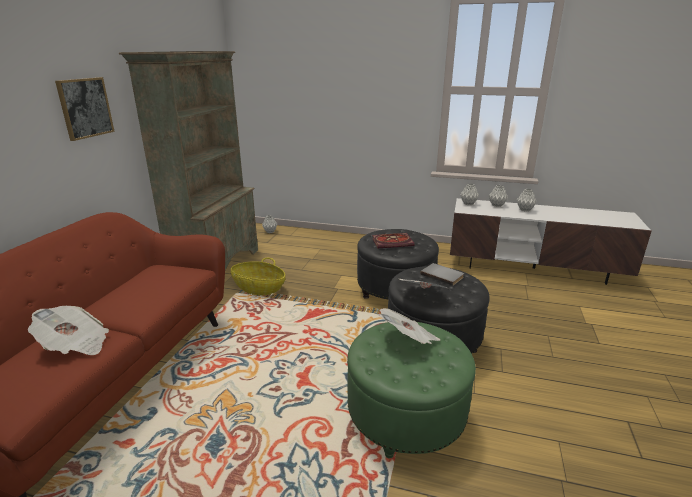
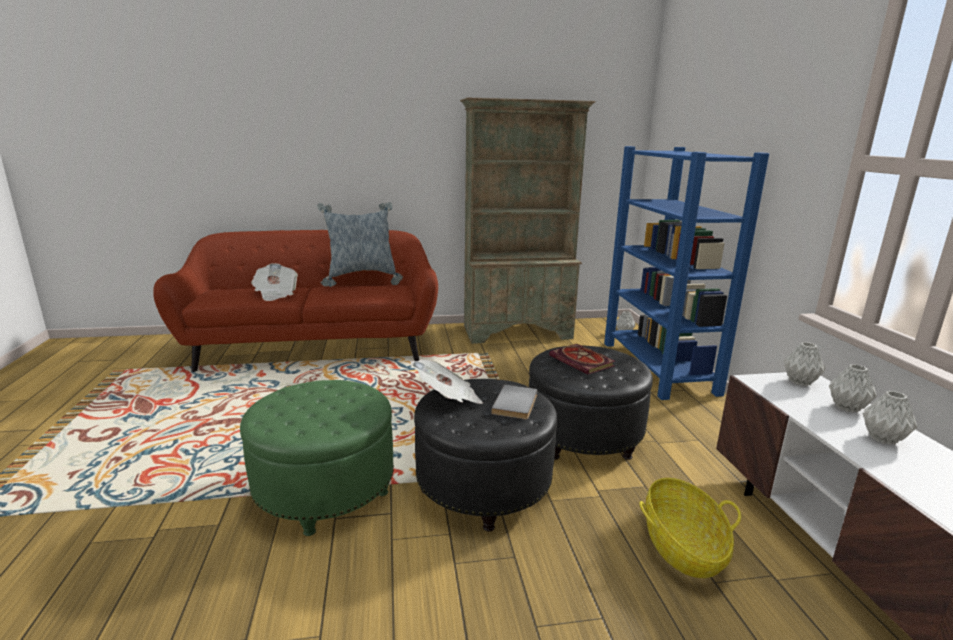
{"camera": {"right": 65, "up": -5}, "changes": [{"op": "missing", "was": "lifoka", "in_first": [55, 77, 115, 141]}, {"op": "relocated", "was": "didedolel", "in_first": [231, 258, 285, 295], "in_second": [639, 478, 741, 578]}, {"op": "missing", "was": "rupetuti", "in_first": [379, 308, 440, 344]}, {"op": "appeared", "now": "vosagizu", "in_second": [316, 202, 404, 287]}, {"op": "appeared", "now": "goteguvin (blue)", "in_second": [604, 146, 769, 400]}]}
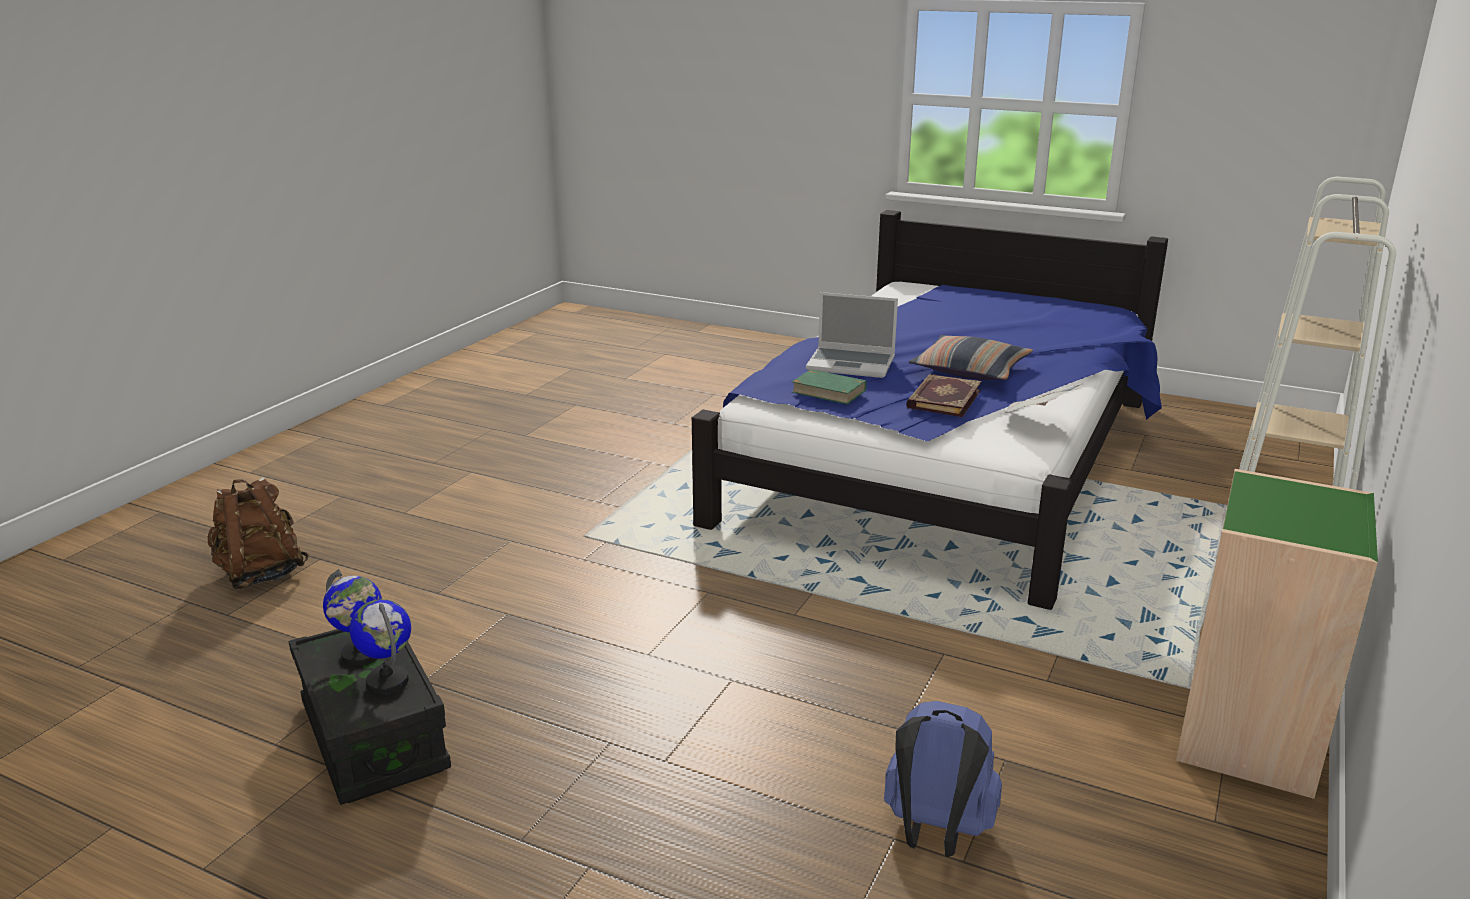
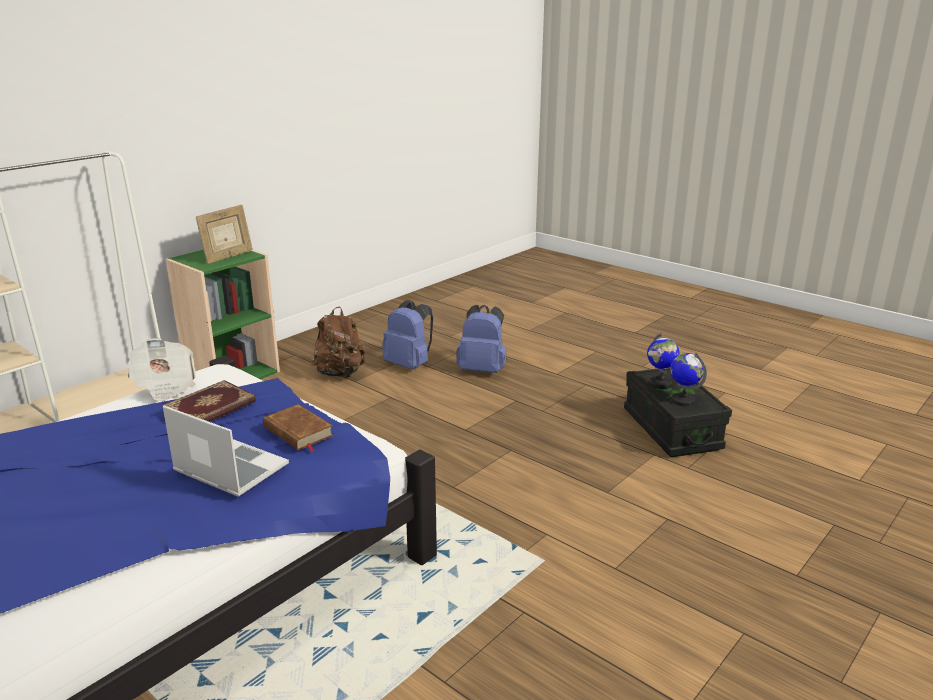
{"camera": {"right": -165, "up": 0}, "changes": [{"op": "relocated", "was": "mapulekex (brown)", "in_first": [208, 477, 309, 589], "in_second": [311, 307, 365, 378]}, {"op": "colour", "was": "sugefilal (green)", "now": "sugefilal (brown)", "in_first": [792, 369, 866, 404], "in_second": [263, 404, 334, 452]}, {"op": "missing", "was": "vosagizu", "in_first": [909, 335, 1033, 380]}, {"op": "appeared", "now": "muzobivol", "in_second": [196, 205, 253, 264]}, {"op": "appeared", "now": "mapulekex (blue)", "in_second": [456, 305, 506, 373]}]}
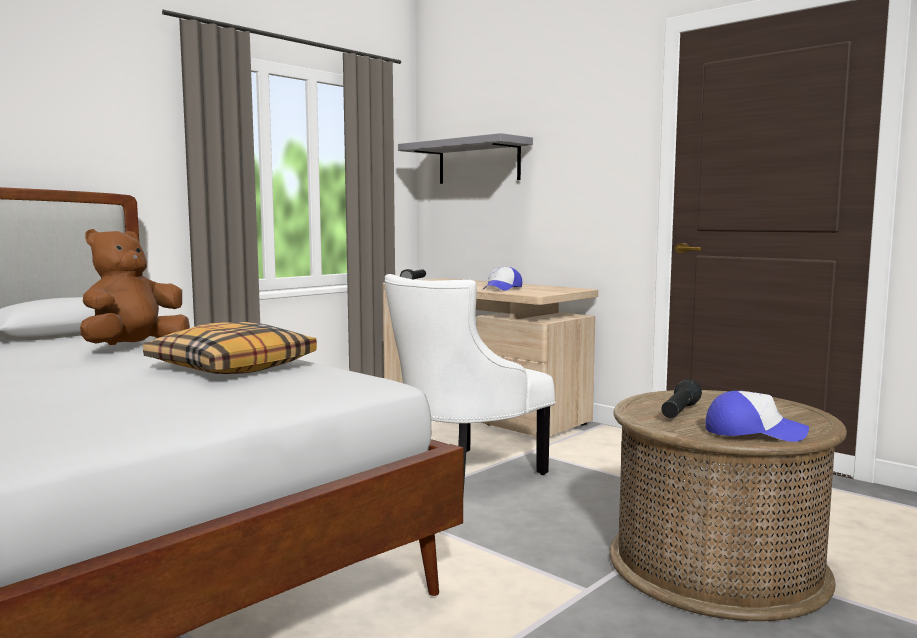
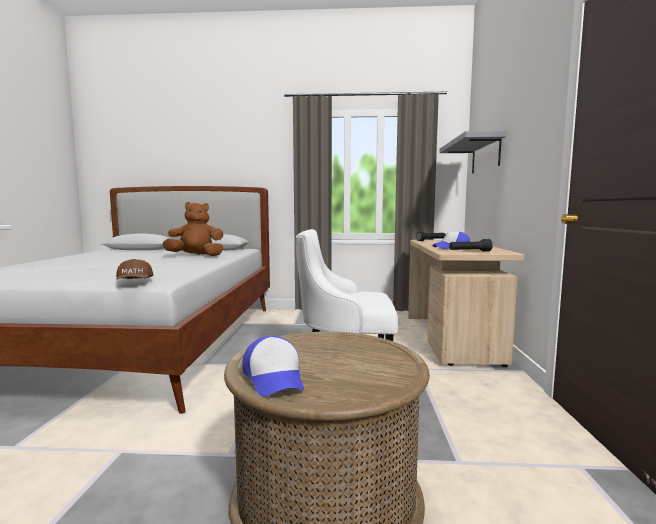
{"camera": {"right": 50, "up": 0}, "changes": [{"op": "missing", "was": "vosagizu", "in_first": [143, 322, 317, 374]}, {"op": "relocated", "was": "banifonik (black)", "in_first": [661, 379, 702, 418], "in_second": [449, 239, 493, 252]}, {"op": "appeared", "now": "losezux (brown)", "in_second": [116, 259, 153, 279]}]}
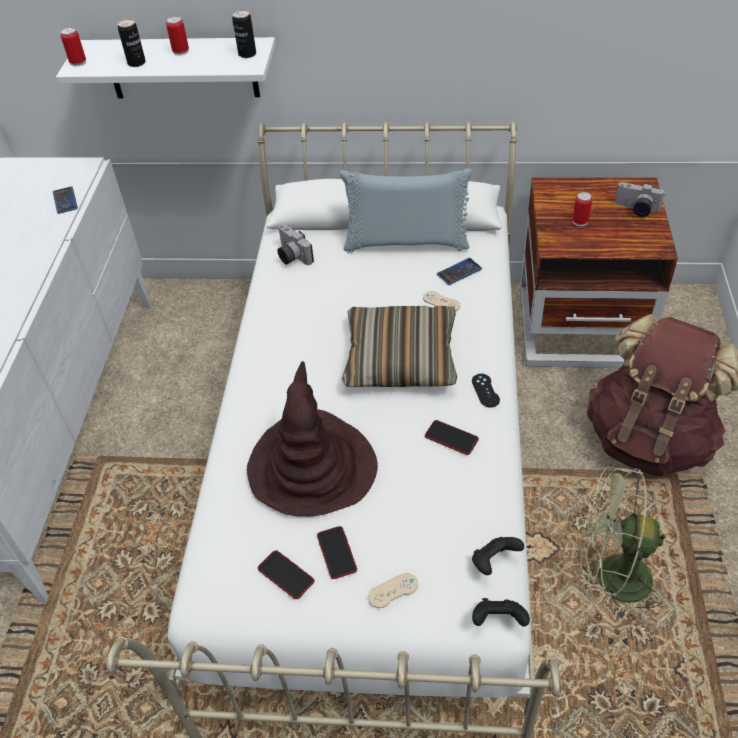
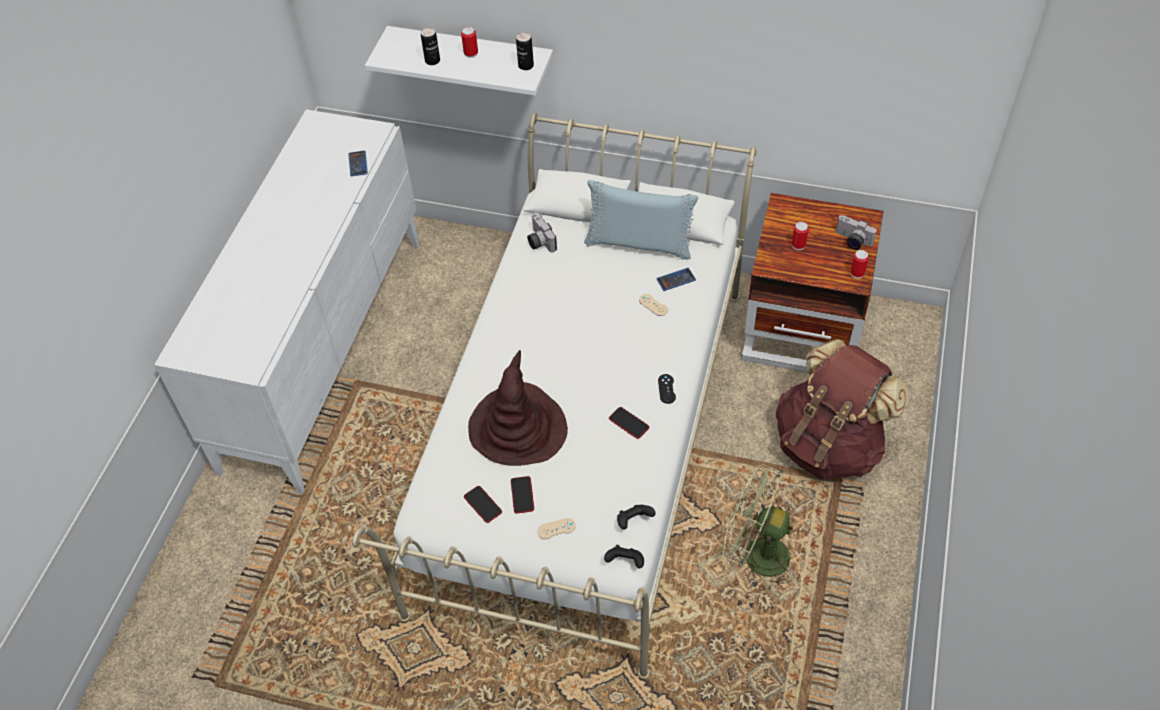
{"camera": {"right": 10, "up": 5}, "changes": [{"op": "relocated", "was": "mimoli", "in_first": [60, 27, 86, 67], "in_second": [850, 250, 869, 279]}, {"op": "missing", "was": "vosagizu", "in_first": [342, 306, 457, 387]}]}
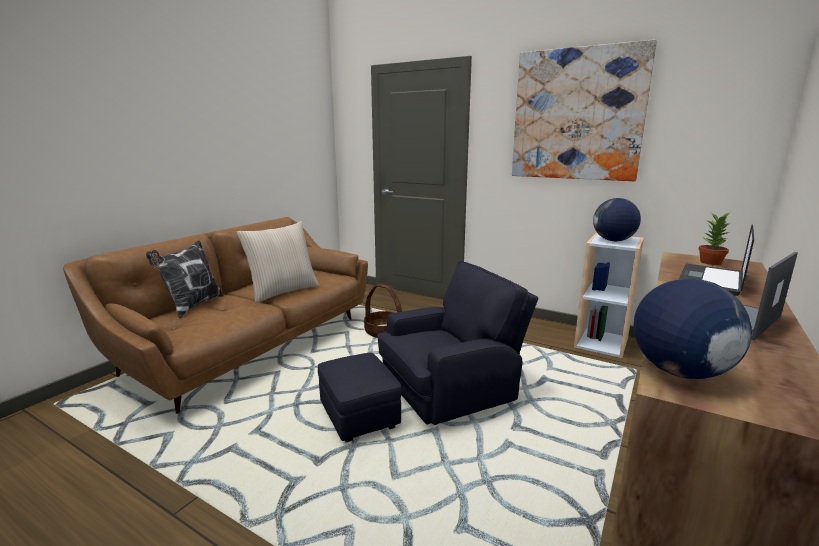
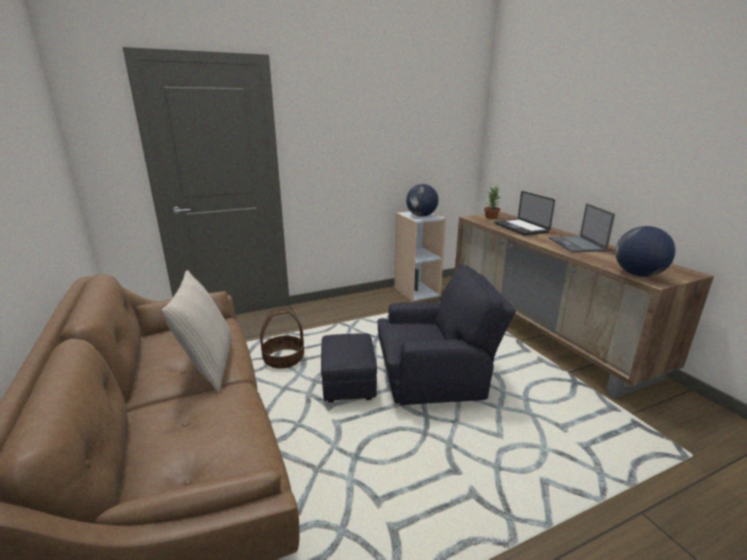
{"camera": {"right": -55, "up": 5}, "changes": [{"op": "missing", "was": "vosagizu", "in_first": [146, 240, 224, 318]}, {"op": "spun", "was": "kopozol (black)", "in_first": [318, 261, 538, 442], "in_second": [321, 264, 516, 405], "clockwise": 75}, {"op": "missing", "was": "lifoka", "in_first": [512, 40, 657, 181]}]}
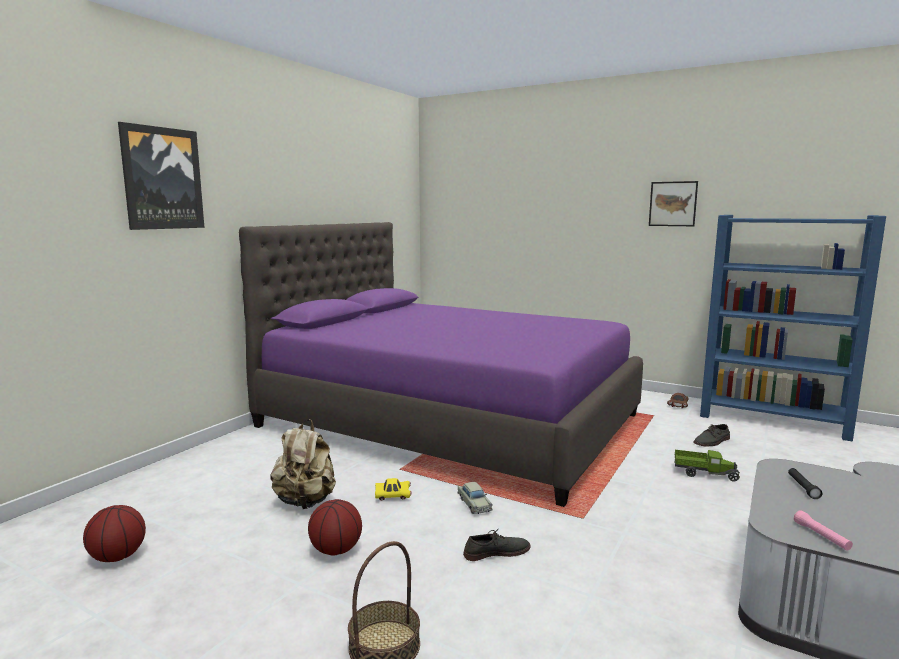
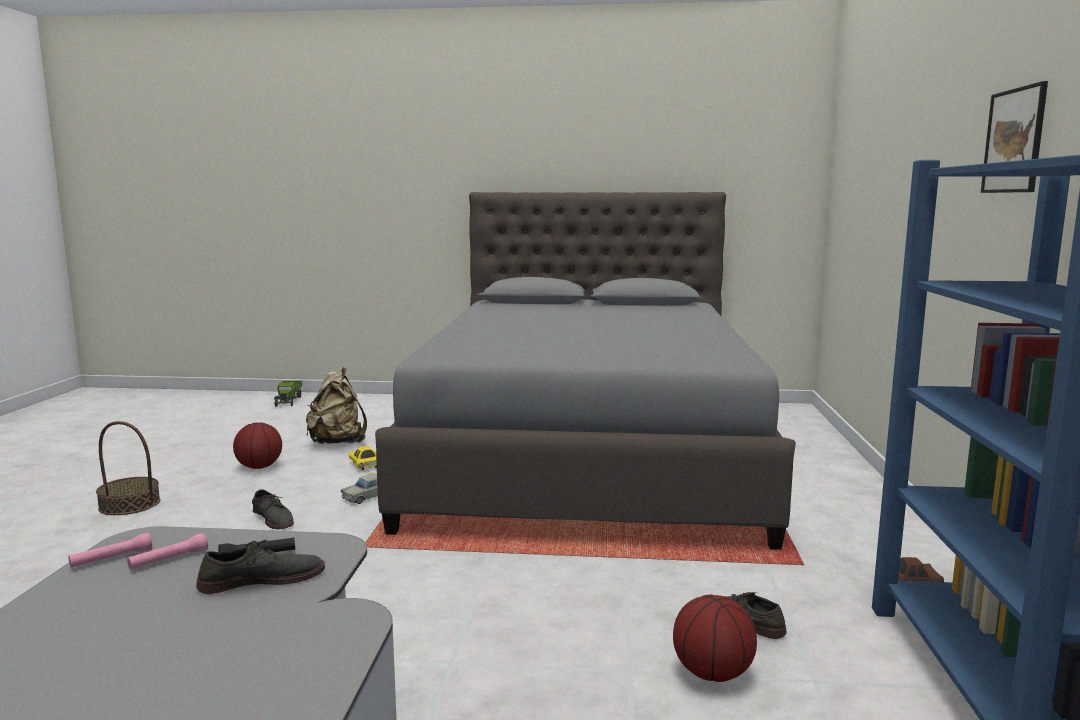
{"camera": {"right": 65, "up": 0}, "changes": [{"op": "relocated", "was": "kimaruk", "in_first": [83, 505, 146, 562], "in_second": [673, 595, 757, 682]}, {"op": "missing", "was": "lifoka", "in_first": [118, 122, 205, 230]}, {"op": "colour", "was": "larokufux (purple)", "now": "larokufux (grey)", "in_first": [239, 222, 643, 507], "in_second": [375, 192, 796, 550]}, {"op": "relocated", "was": "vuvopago", "in_first": [675, 450, 740, 482], "in_second": [274, 381, 302, 407]}, {"op": "appeared", "now": "banifonik (pink)", "in_second": [127, 533, 208, 570]}, {"op": "appeared", "now": "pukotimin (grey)", "in_second": [196, 540, 325, 594]}]}
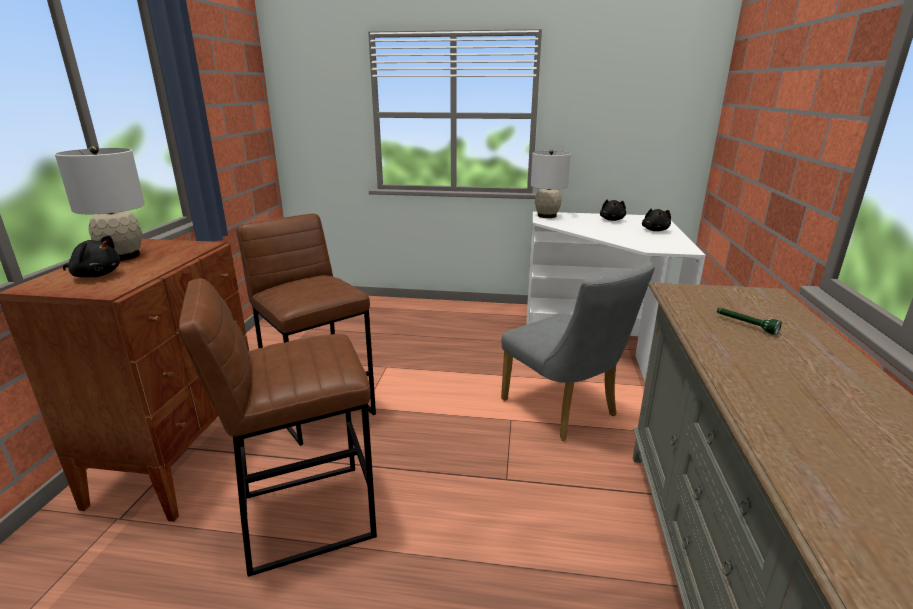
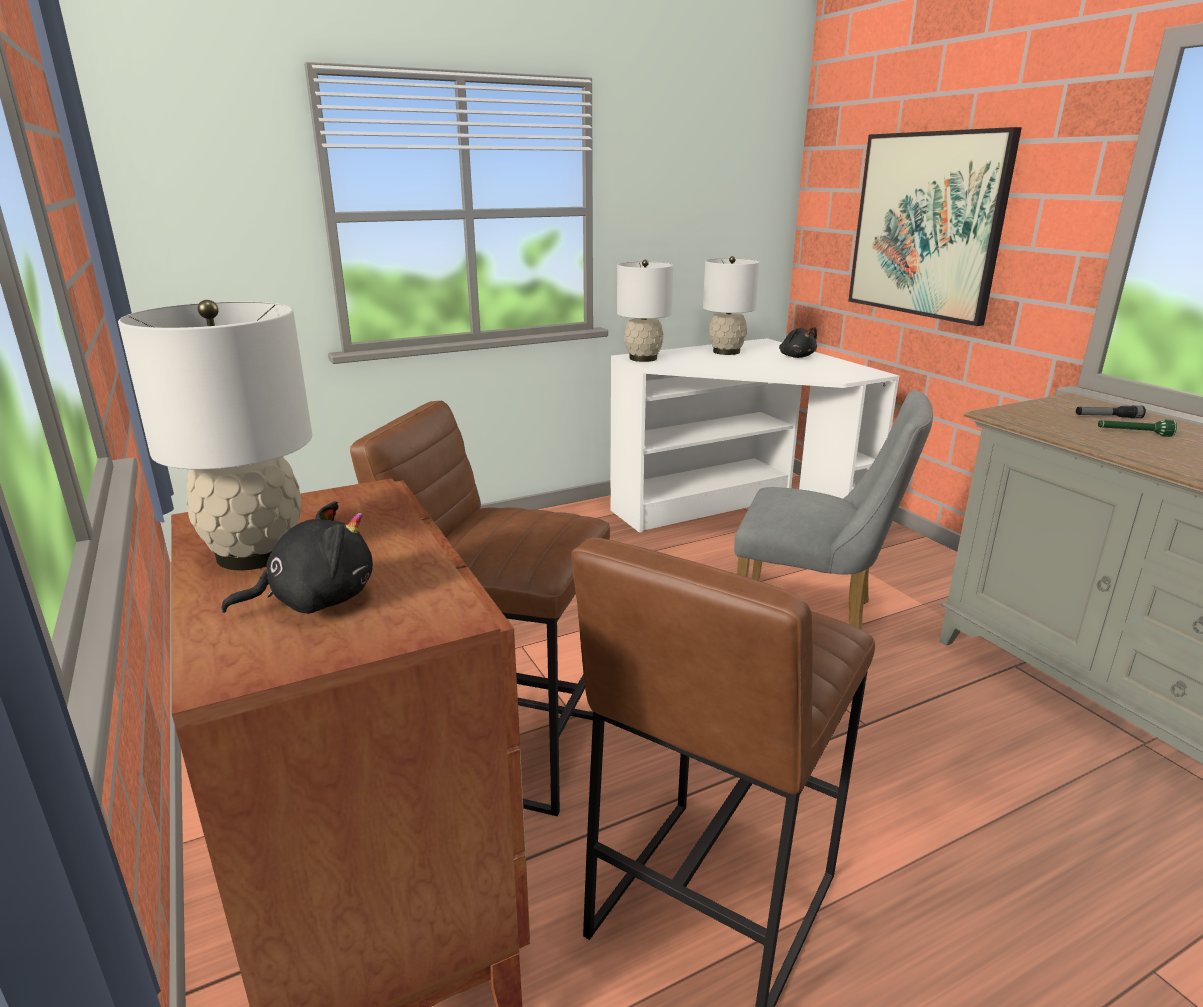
{"camera": {"right": -35, "up": 0}, "changes": [{"op": "exchanged", "was": "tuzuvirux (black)", "now": "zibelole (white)", "in_first": [600, 199, 626, 221], "in_second": [703, 256, 760, 355]}, {"op": "appeared", "now": "lifoka", "in_second": [848, 127, 1022, 326]}, {"op": "appeared", "now": "banifonik", "in_second": [1076, 405, 1146, 418]}]}
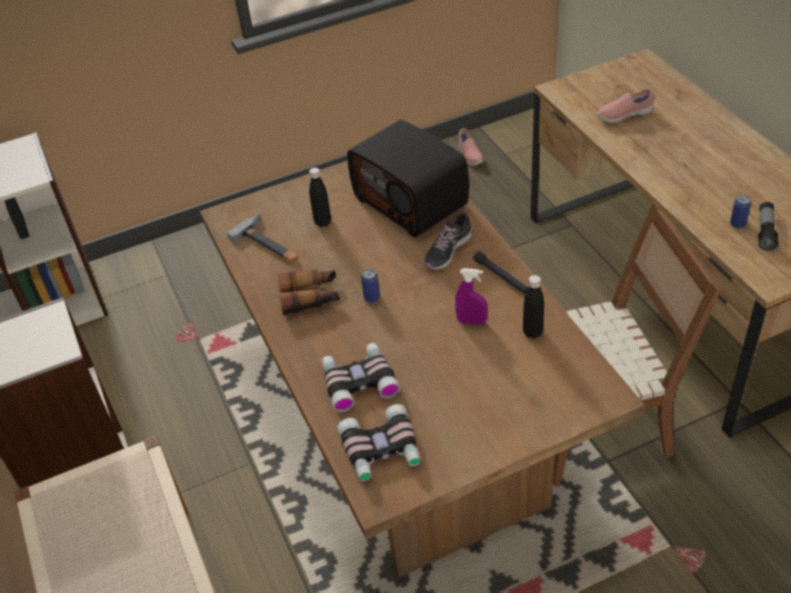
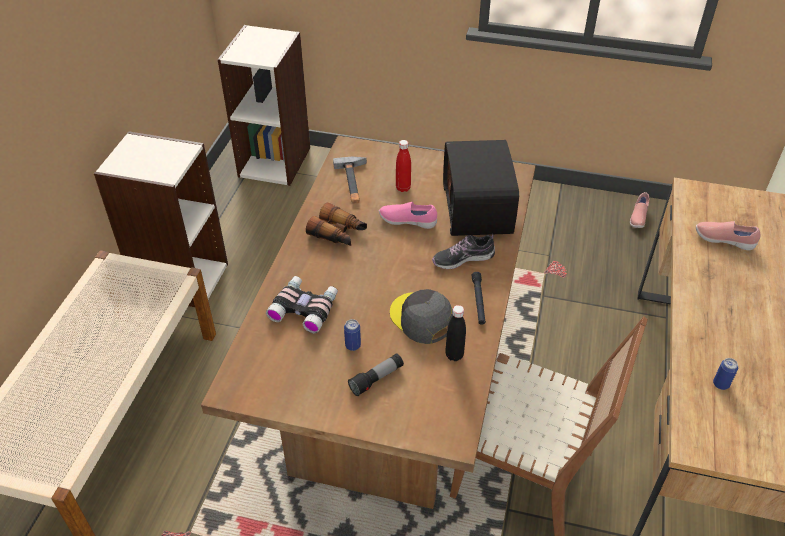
{"camera": {"right": 35, "up": 0}, "changes": [{"op": "colour", "was": "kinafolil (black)", "now": "kinafolil (red)", "in_first": [309, 168, 331, 227], "in_second": [396, 140, 411, 192]}, {"op": "missing", "was": "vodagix", "in_first": [337, 404, 421, 481]}, {"op": "relocated", "was": "mimoli", "in_first": [361, 269, 380, 303], "in_second": [344, 319, 361, 351]}, {"op": "exchanged", "was": "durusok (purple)", "now": "losezux (grey)", "in_first": [455, 268, 488, 325], "in_second": [390, 289, 453, 344]}, {"op": "relocated", "was": "banifonik", "in_first": [758, 202, 779, 251], "in_second": [348, 353, 404, 396]}, {"op": "appeared", "now": "pukotimin (pink)", "in_second": [379, 202, 437, 229]}]}
